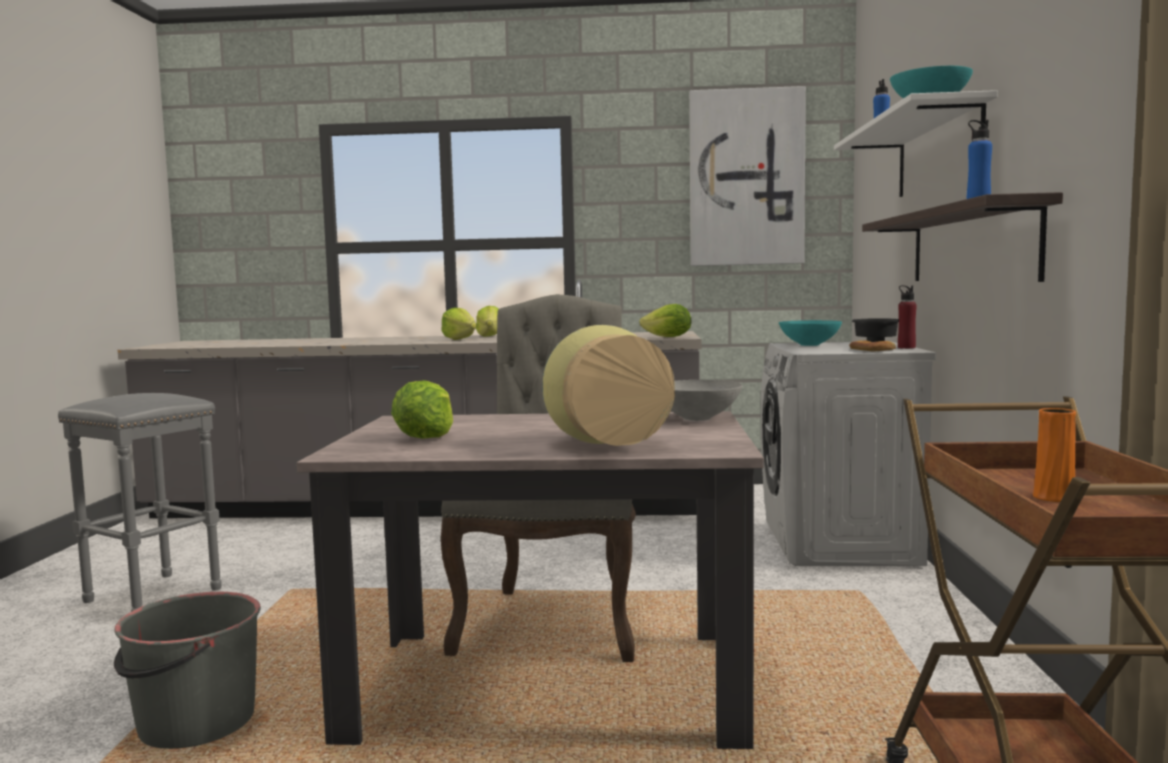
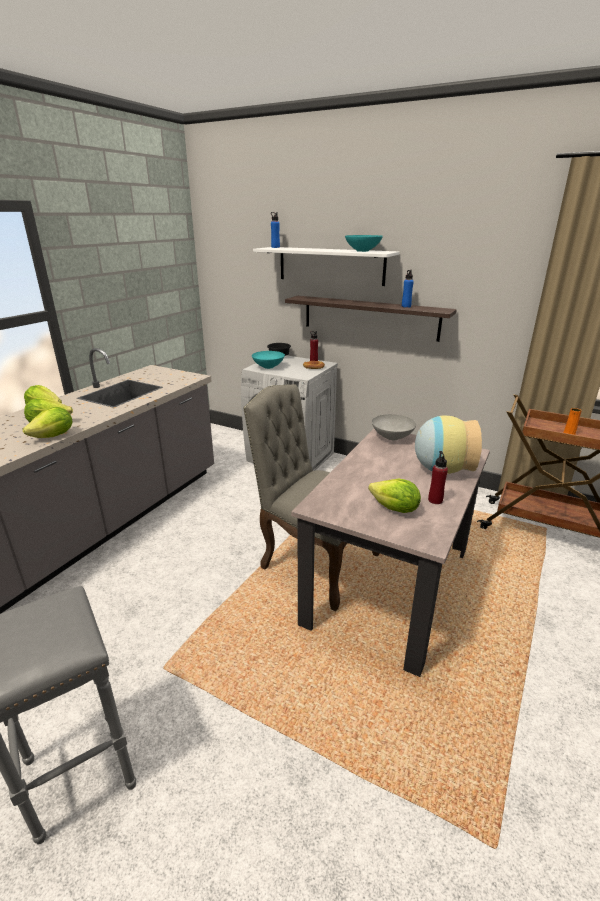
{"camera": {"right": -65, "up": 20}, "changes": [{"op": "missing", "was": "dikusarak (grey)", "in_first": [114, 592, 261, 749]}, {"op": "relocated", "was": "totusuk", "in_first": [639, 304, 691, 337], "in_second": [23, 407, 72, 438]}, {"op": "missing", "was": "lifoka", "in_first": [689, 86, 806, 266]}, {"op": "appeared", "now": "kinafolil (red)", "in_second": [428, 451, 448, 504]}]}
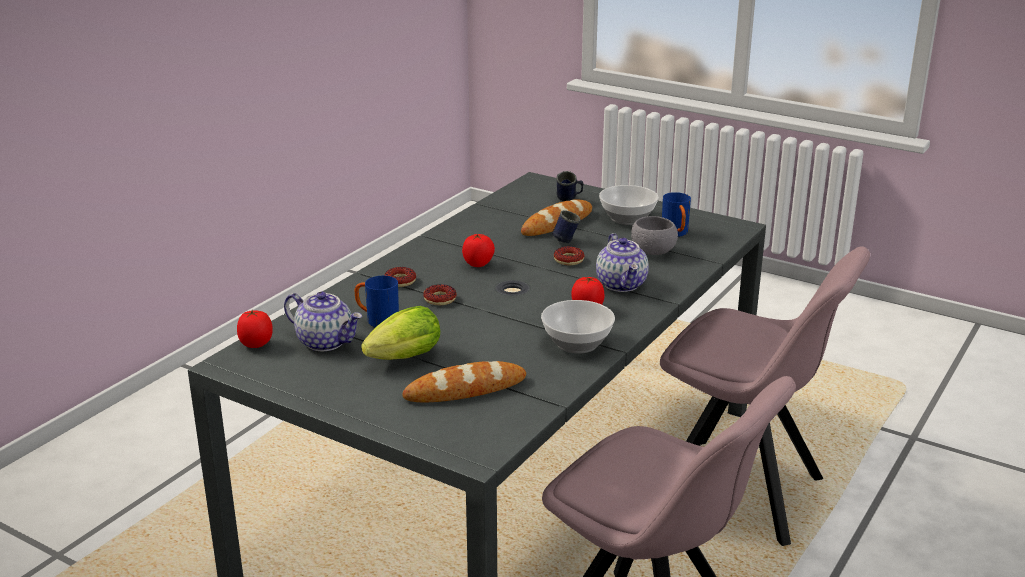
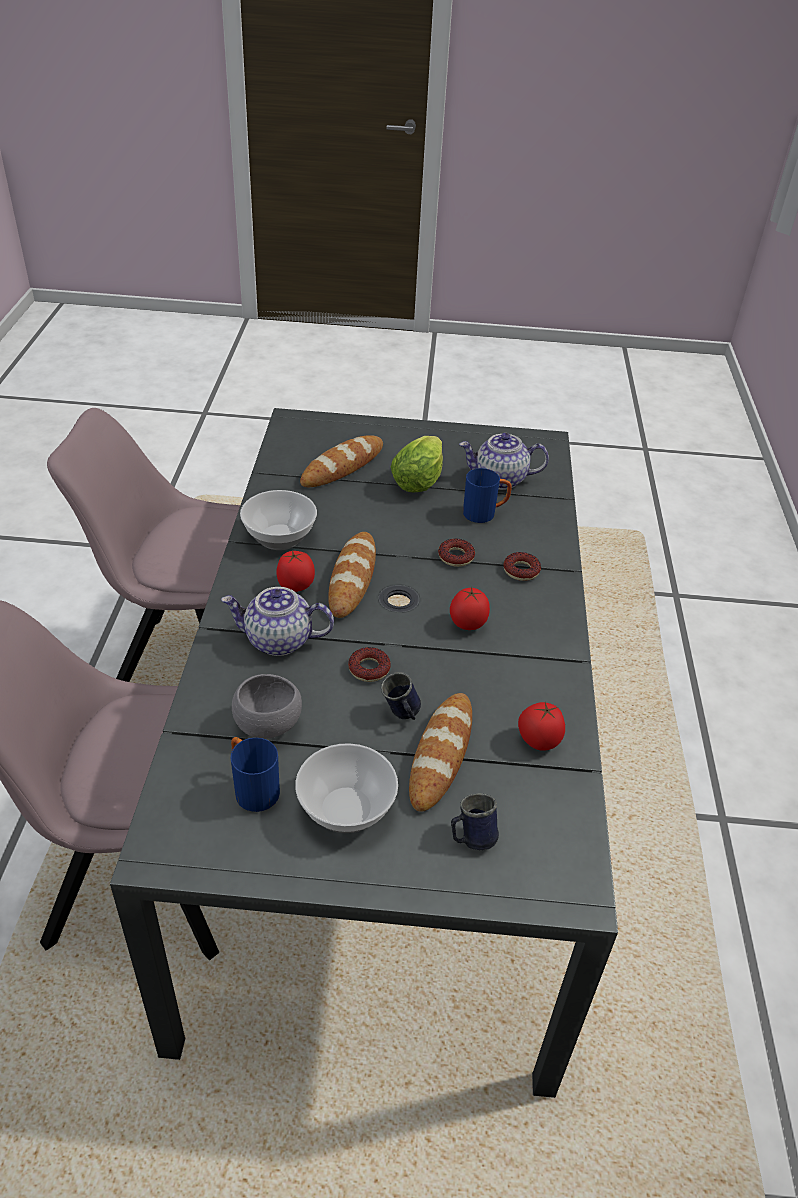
{"camera": {"right": 150, "up": 15}, "changes": [{"op": "relocated", "was": "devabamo", "in_first": [237, 310, 273, 348], "in_second": [518, 702, 565, 751]}, {"op": "spun", "was": "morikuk", "in_first": [596, 233, 649, 292], "in_second": [221, 587, 334, 656], "clockwise": -45}, {"op": "appeared", "now": "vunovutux", "in_second": [328, 532, 376, 618]}]}
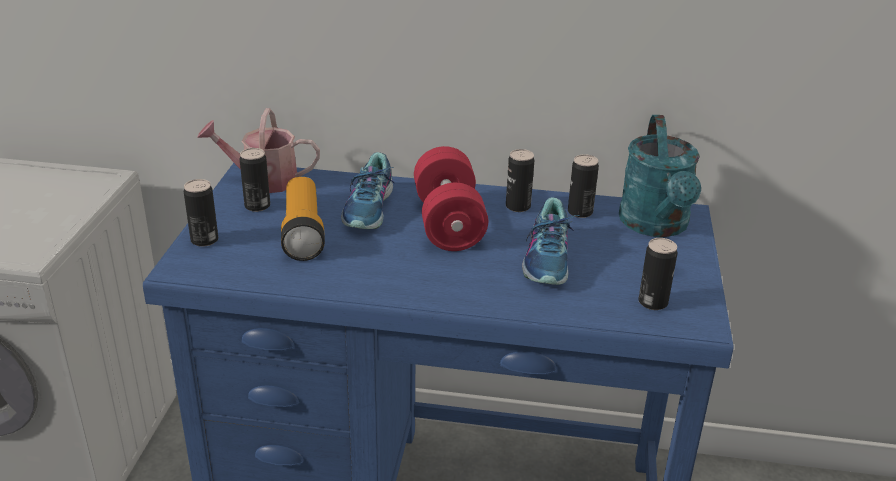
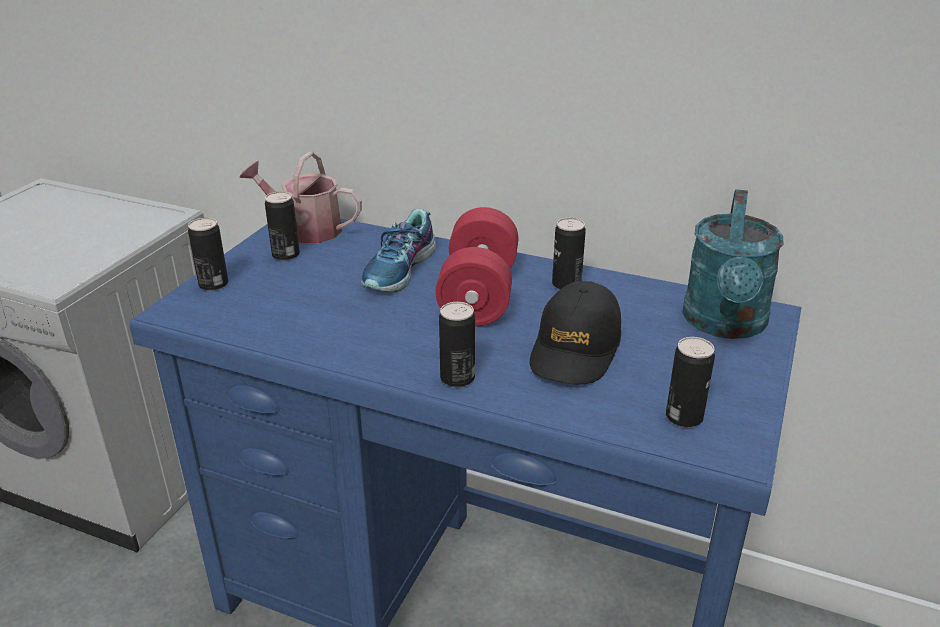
{"camera": {"right": 15, "up": 0}, "changes": [{"op": "missing", "was": "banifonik", "in_first": [281, 177, 325, 261]}, {"op": "exchanged", "was": "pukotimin", "now": "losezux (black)", "in_first": [522, 197, 580, 285], "in_second": [530, 281, 621, 385]}, {"op": "relocated", "was": "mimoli", "in_first": [568, 154, 599, 218], "in_second": [439, 302, 475, 387]}]}
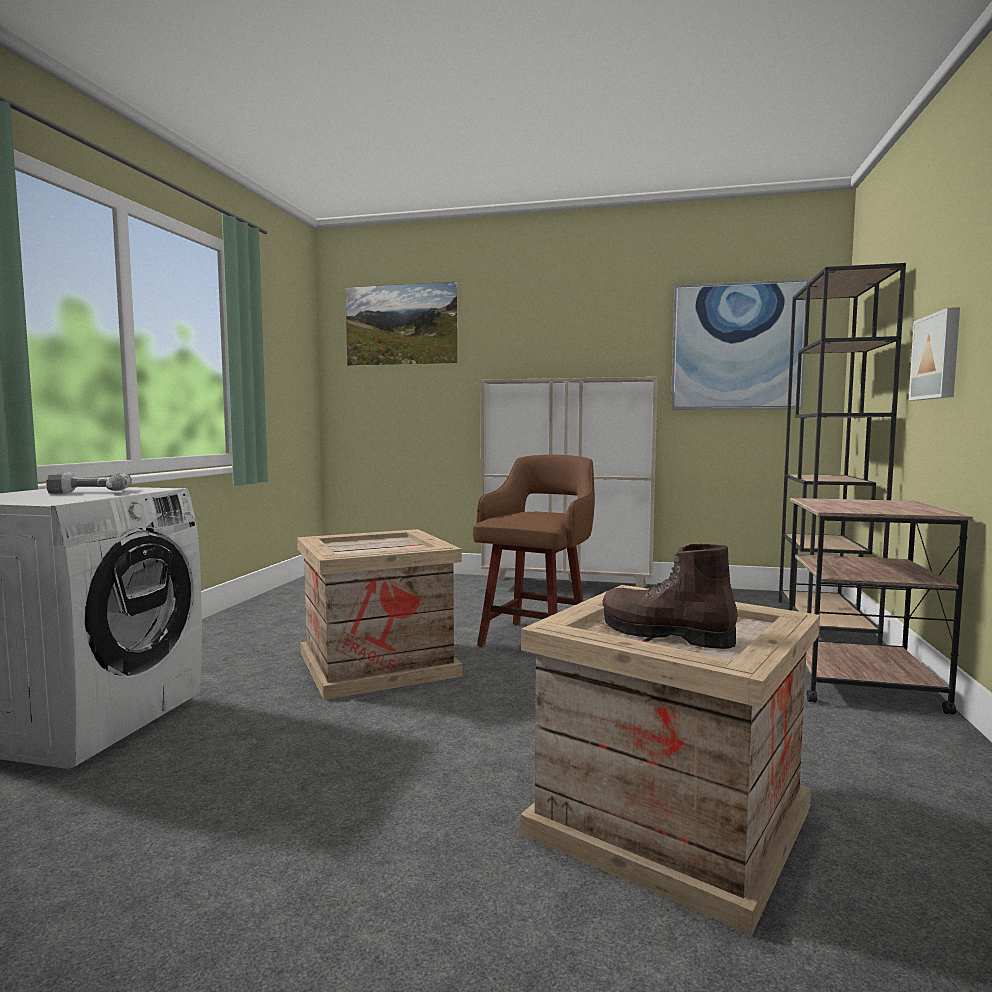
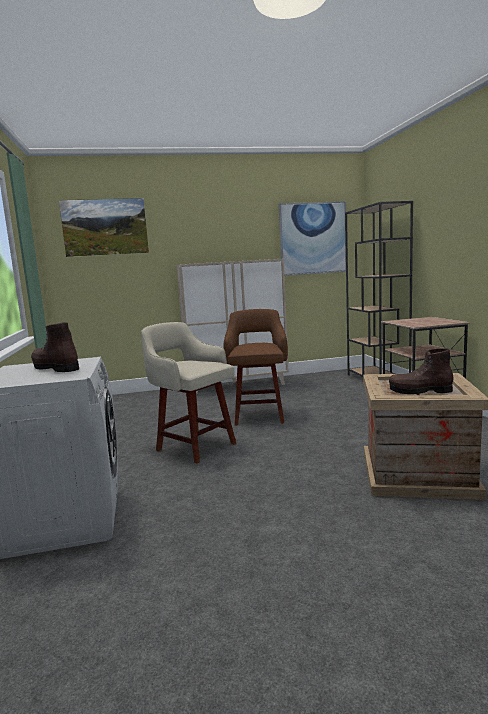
{"camera": {"right": -25, "up": 5}, "changes": [{"op": "exchanged", "was": "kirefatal", "now": "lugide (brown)", "in_first": [46, 472, 132, 494], "in_second": [31, 322, 79, 372]}, {"op": "exchanged", "was": "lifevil", "now": "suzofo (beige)", "in_first": [297, 529, 462, 700], "in_second": [141, 322, 236, 463]}, {"op": "missing", "was": "lifoka", "in_first": [909, 307, 960, 400]}]}
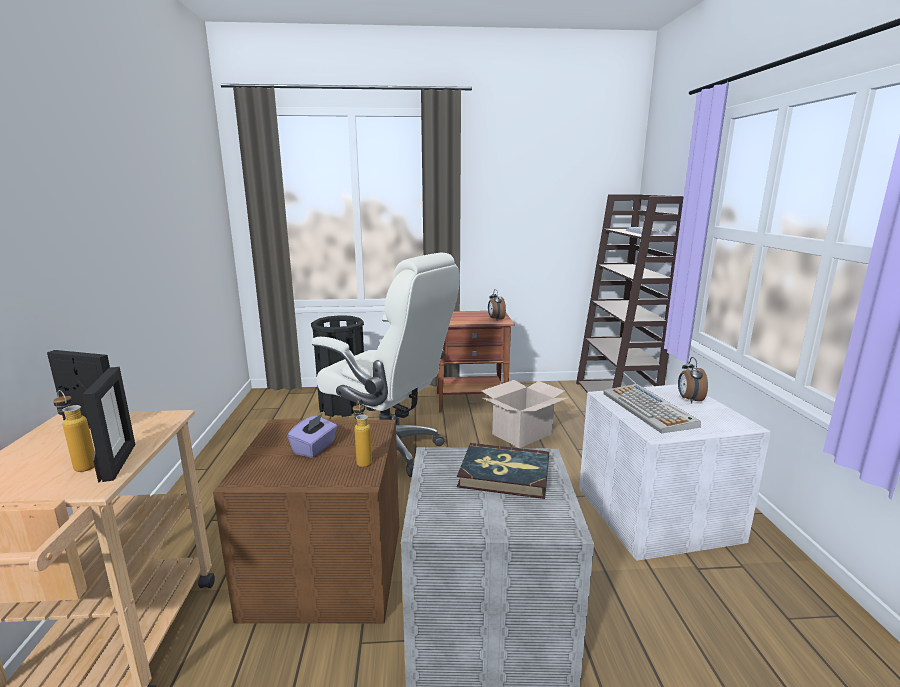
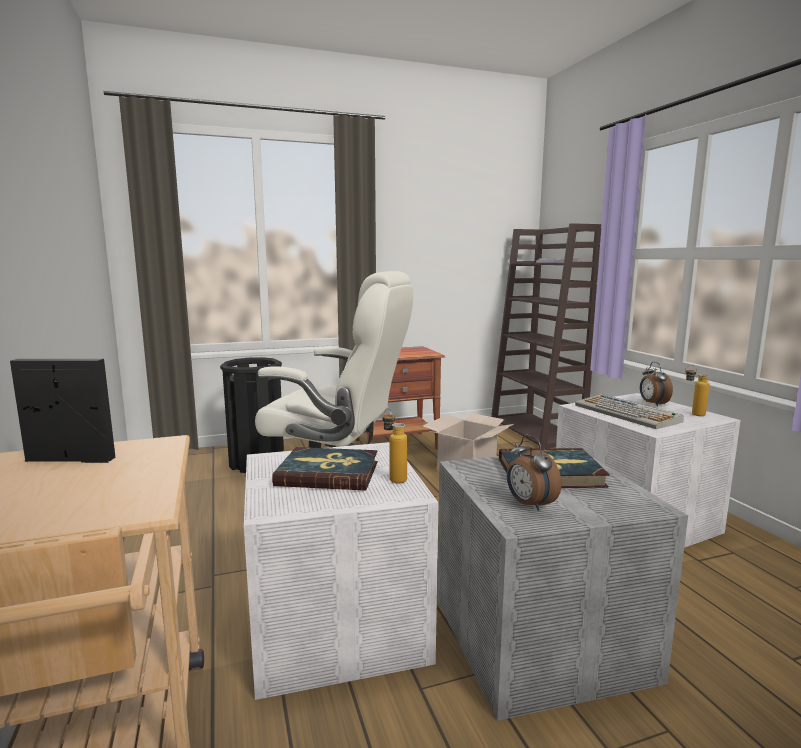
{"camera": {"right": -15, "up": -5}, "changes": [{"op": "relocated", "was": "kinafolil", "in_first": [53, 390, 95, 472], "in_second": [685, 365, 709, 416]}, {"op": "missing", "was": "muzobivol", "in_first": [82, 367, 135, 483]}, {"op": "colour", "was": "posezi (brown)", "now": "posezi (white)", "in_first": [213, 420, 399, 624], "in_second": [244, 442, 439, 700]}, {"op": "exchanged", "was": "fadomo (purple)", "now": "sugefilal", "in_first": [287, 413, 337, 458], "in_second": [272, 447, 378, 491]}, {"op": "relocated", "was": "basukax", "in_first": [488, 289, 506, 321], "in_second": [507, 435, 562, 511]}]}
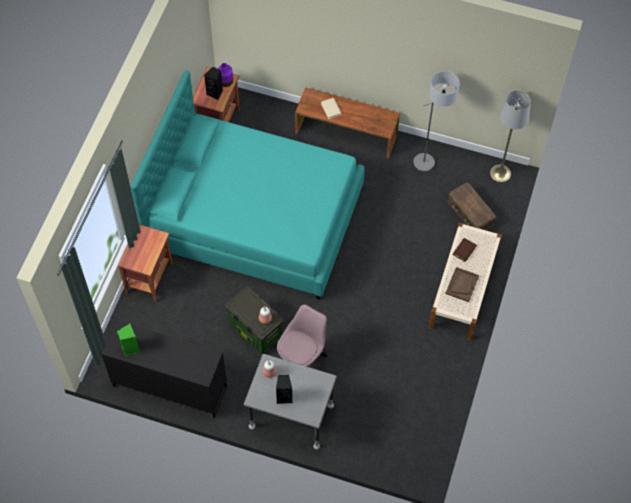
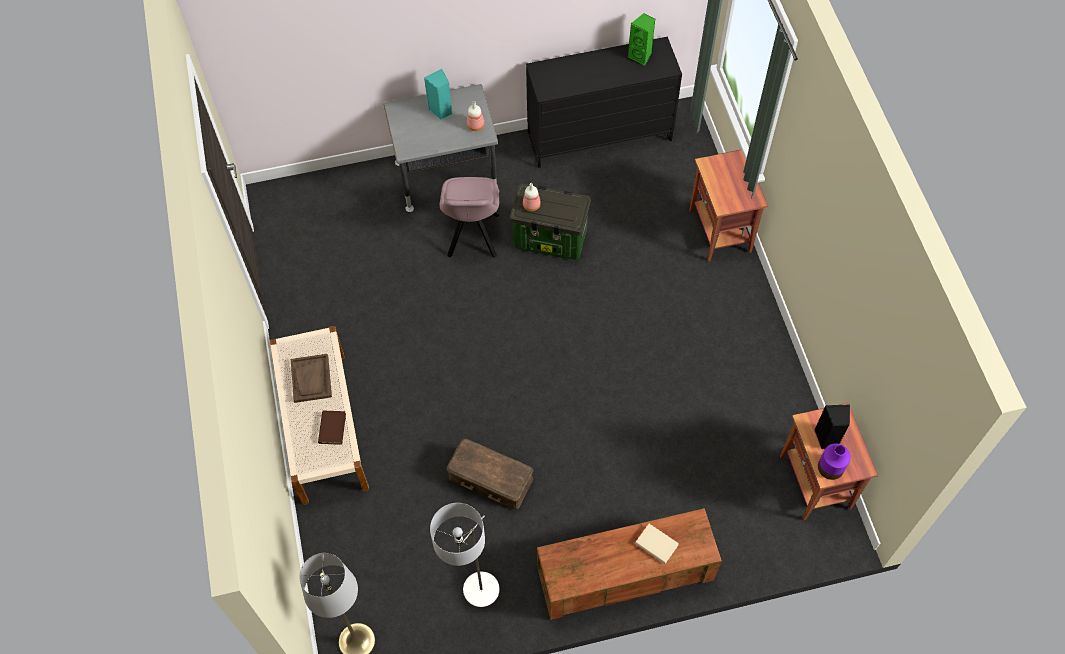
{"camera": {"right": 150, "up": 0}, "changes": [{"op": "missing", "was": "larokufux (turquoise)", "in_first": [131, 70, 364, 300]}, {"op": "colour", "was": "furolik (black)", "now": "furolik (turquoise)", "in_first": [276, 375, 293, 404], "in_second": [424, 69, 452, 120]}, {"op": "relocated", "was": "posezi (brown)", "in_first": [448, 182, 496, 230], "in_second": [446, 438, 533, 510]}]}
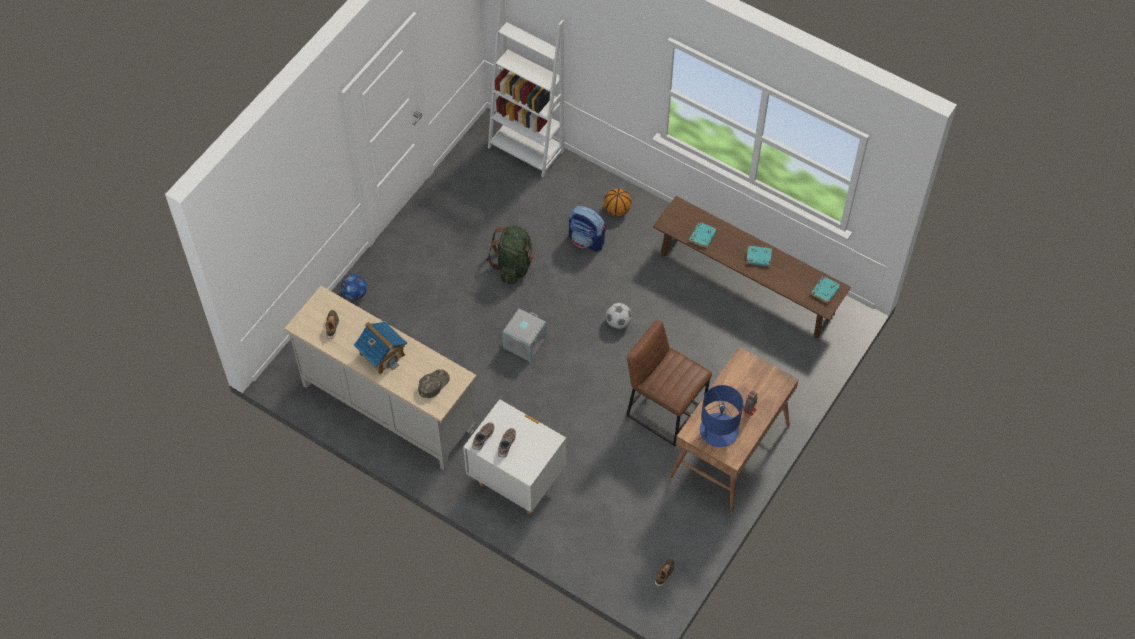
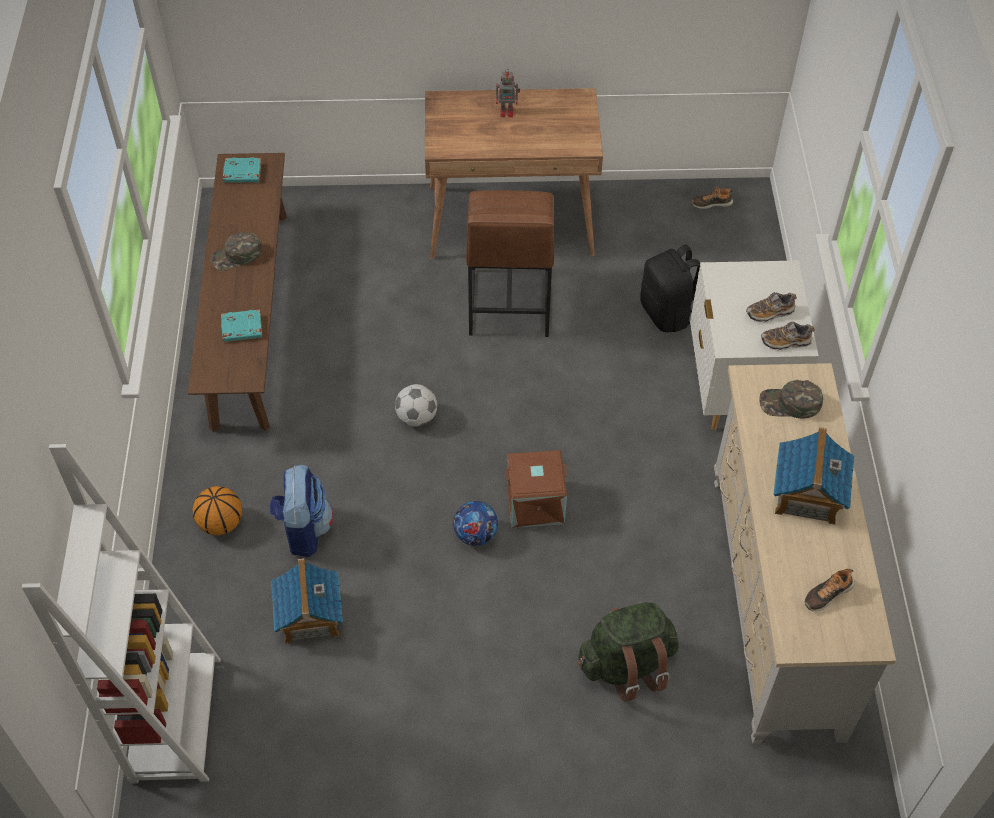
{"camera": {"right": -125, "up": -5}, "changes": [{"op": "relocated", "was": "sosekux", "in_first": [341, 274, 367, 300], "in_second": [453, 501, 498, 546]}, {"op": "relocated", "was": "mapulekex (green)", "in_first": [486, 225, 535, 284], "in_second": [578, 602, 679, 702]}, {"op": "colour", "was": "posezi (grey)", "now": "posezi (brown)", "in_first": [502, 308, 547, 362], "in_second": [505, 450, 568, 528]}, {"op": "missing", "was": "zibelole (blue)", "in_first": [698, 385, 743, 447]}, {"op": "exchanged", "was": "sugefilal (turquoise)", "now": "losezux (green)", "in_first": [746, 245, 772, 267], "in_second": [210, 232, 262, 271]}, {"op": "appeared", "now": "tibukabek", "in_second": [271, 558, 343, 644]}, {"op": "appeared", "now": "mapulekex (black)", "in_second": [640, 244, 700, 332]}]}
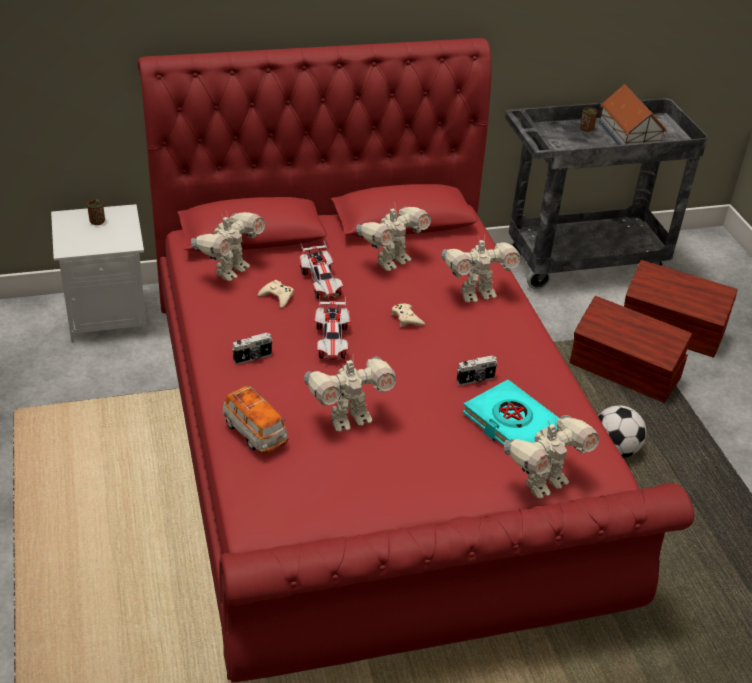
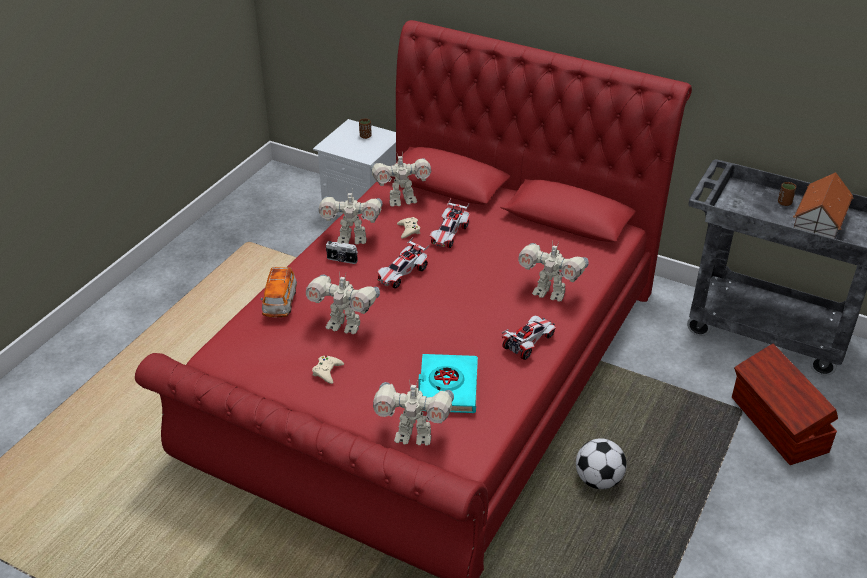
{"camera": {"right": 45, "up": 0}, "changes": [{"op": "relocated", "was": "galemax", "in_first": [356, 205, 431, 271], "in_second": [319, 188, 383, 244]}, {"op": "relocated", "was": "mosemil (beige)", "in_first": [391, 304, 425, 327], "in_second": [312, 356, 344, 384]}, {"op": "missing", "was": "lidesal", "in_first": [457, 355, 498, 385]}, {"op": "missing", "was": "posezi (brown)", "in_first": [569, 296, 692, 403]}, {"op": "appeared", "now": "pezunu", "in_second": [501, 315, 556, 360]}]}
